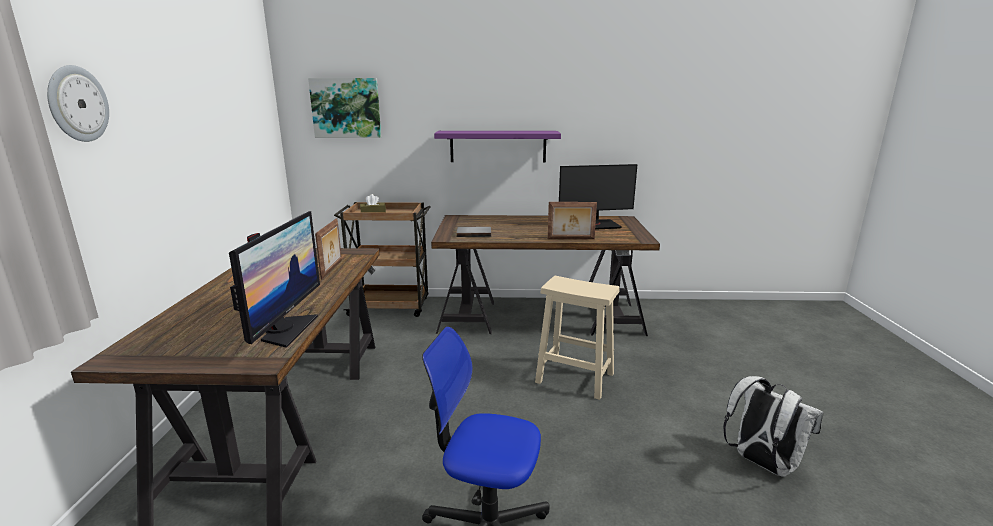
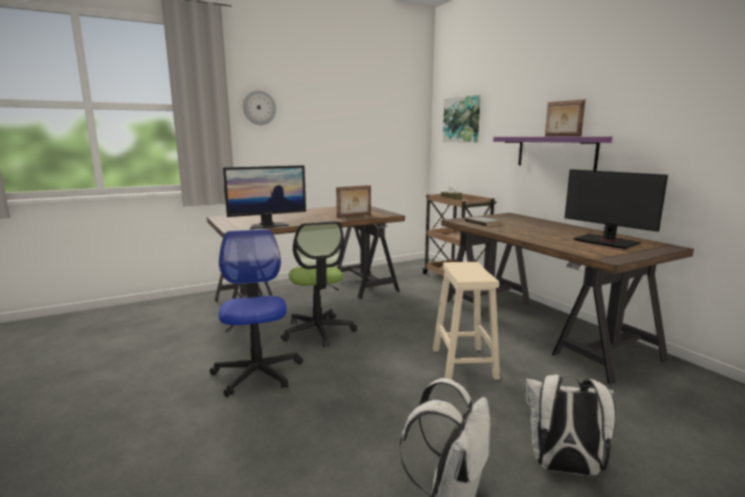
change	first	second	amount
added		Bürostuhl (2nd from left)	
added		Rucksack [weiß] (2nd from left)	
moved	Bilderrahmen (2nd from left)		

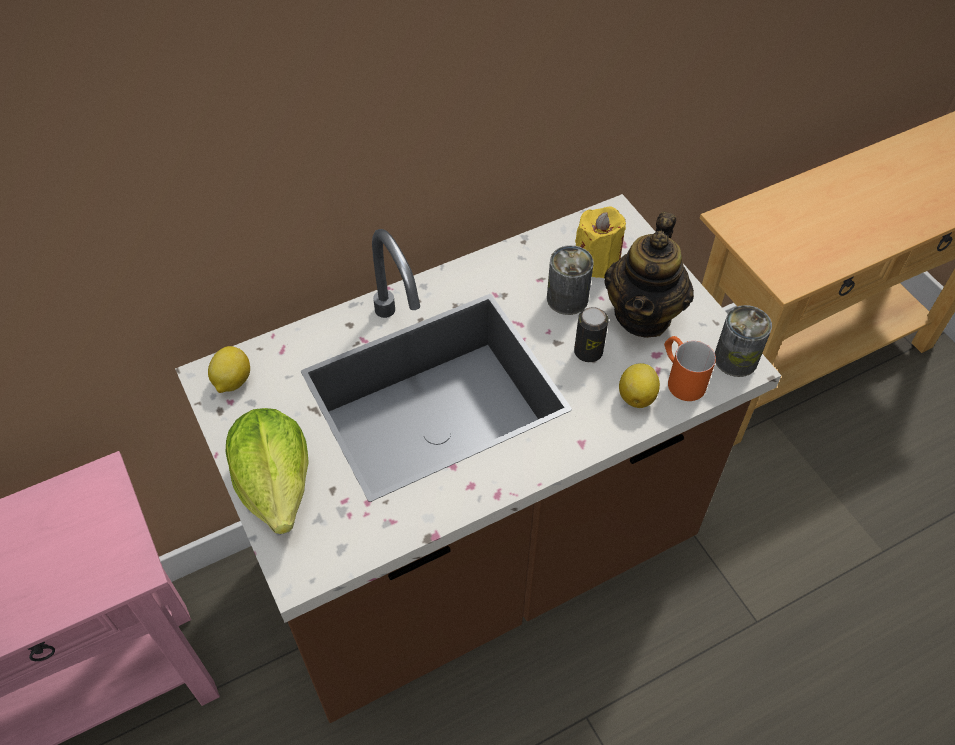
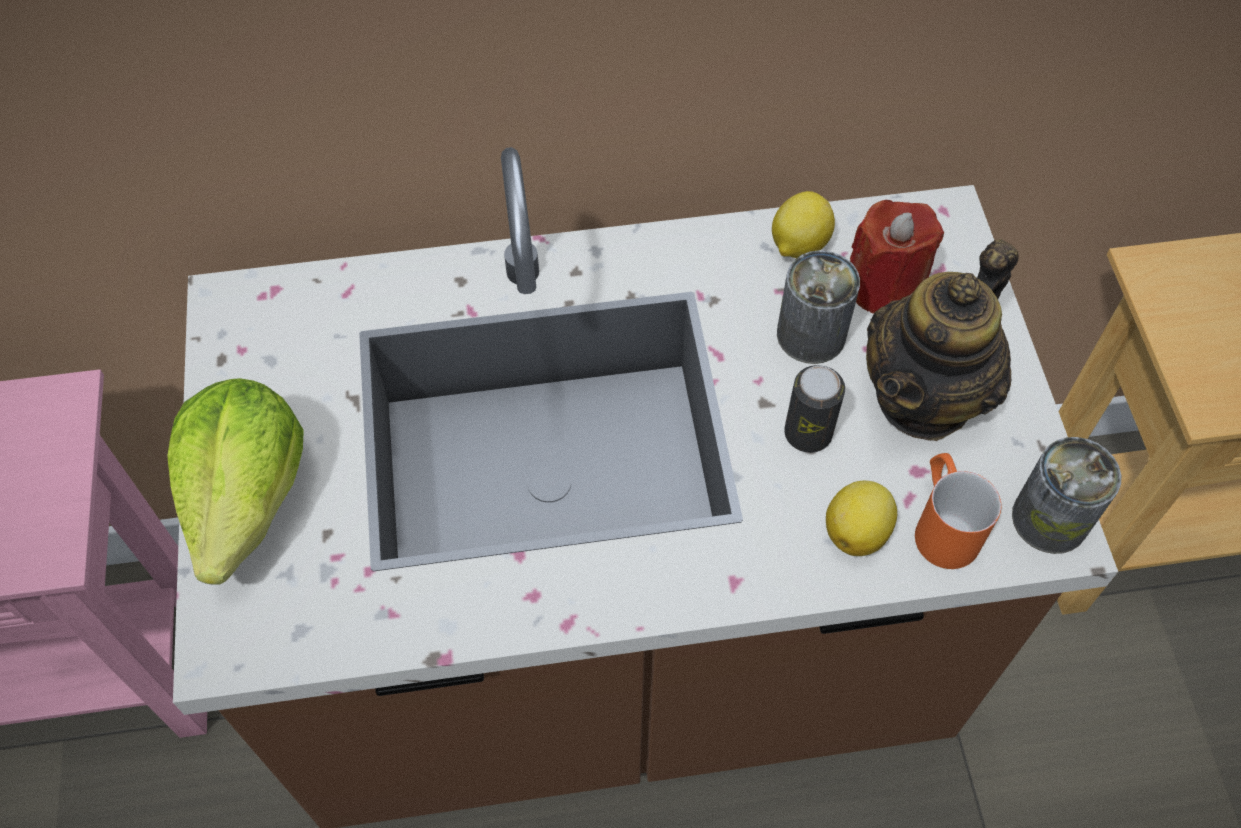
change	first	second	amount
moved	Zitrone (1st from left)		
recoloured	Kerze [gelb]	Kerze [rot]	

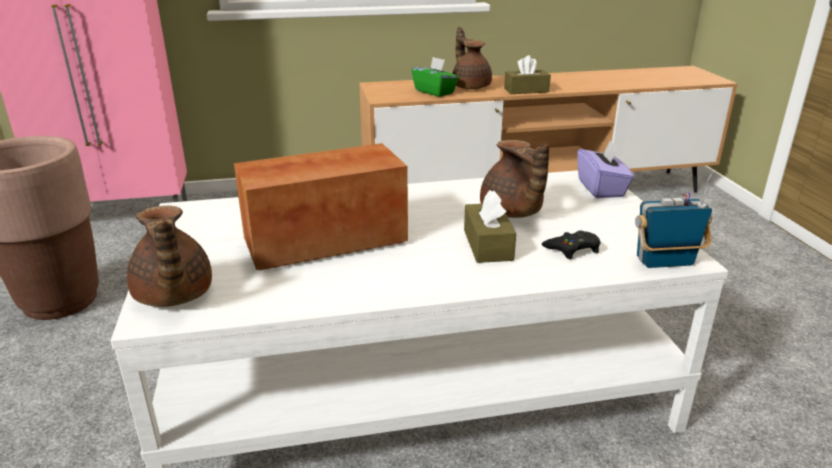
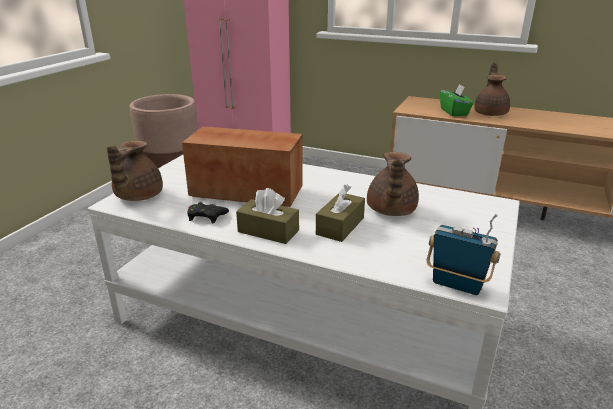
change	first	second	amount
moved	Gamepad [schwarz]		
moved	Taschentuchbox [braun] (2nd from left in the first image)	Taschentuchbox [braun] (1st from left)	
removed	Taschentuchbox [lila]		

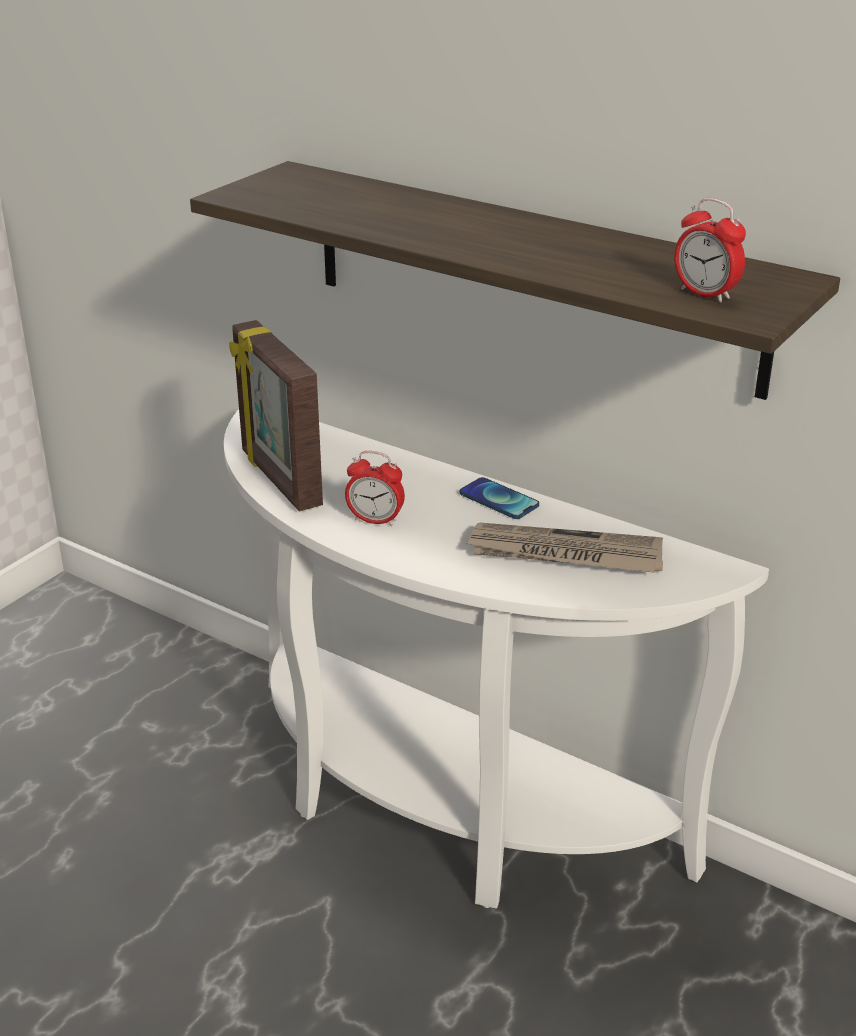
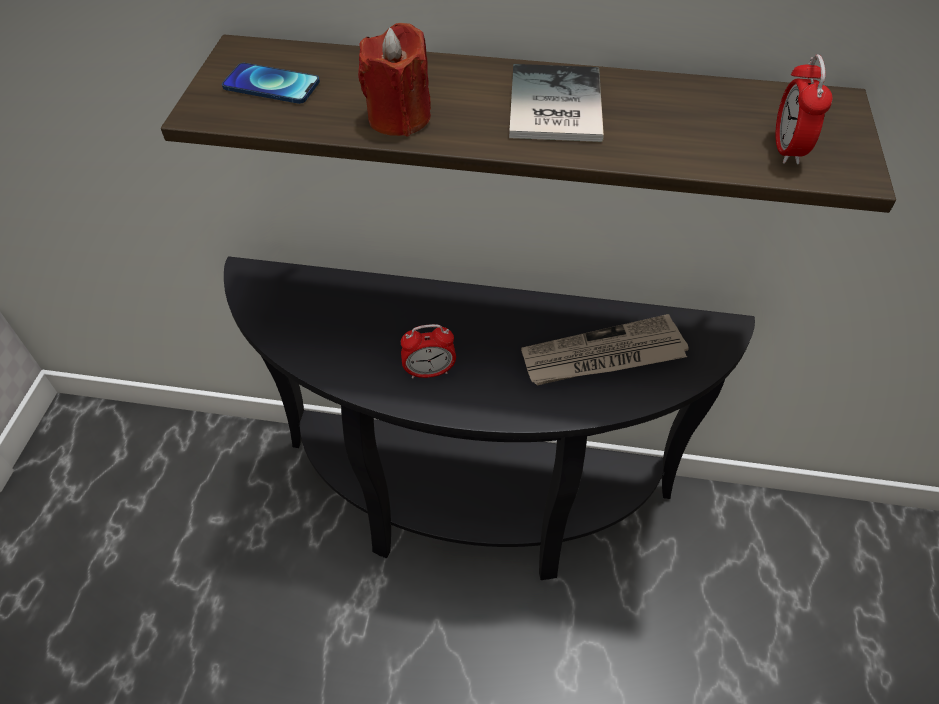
change	first	second	amount
moved	Handy		
recoloured	Konsolentisch [weiß]	Konsolentisch [schwarz]	
added		Kerze [rot]	
added		Buch	
turned	Wecker (2nd from left)		75 degrees clockwise
removed	Bilderrahmen		

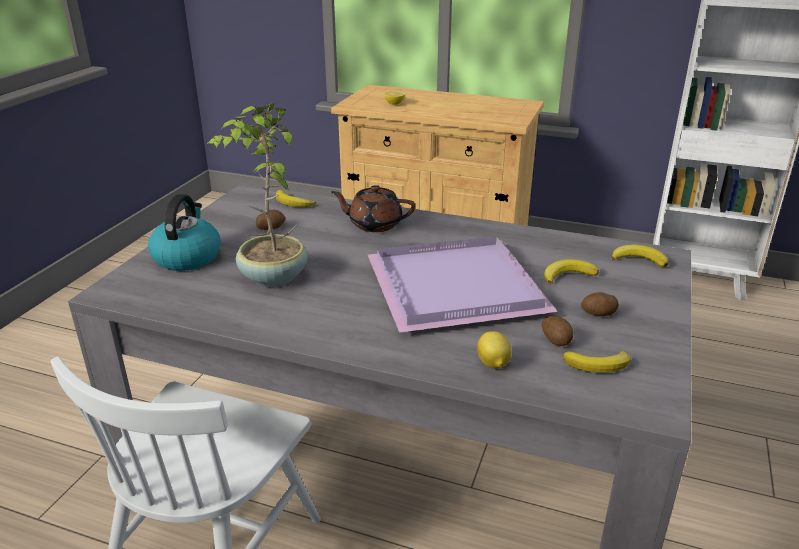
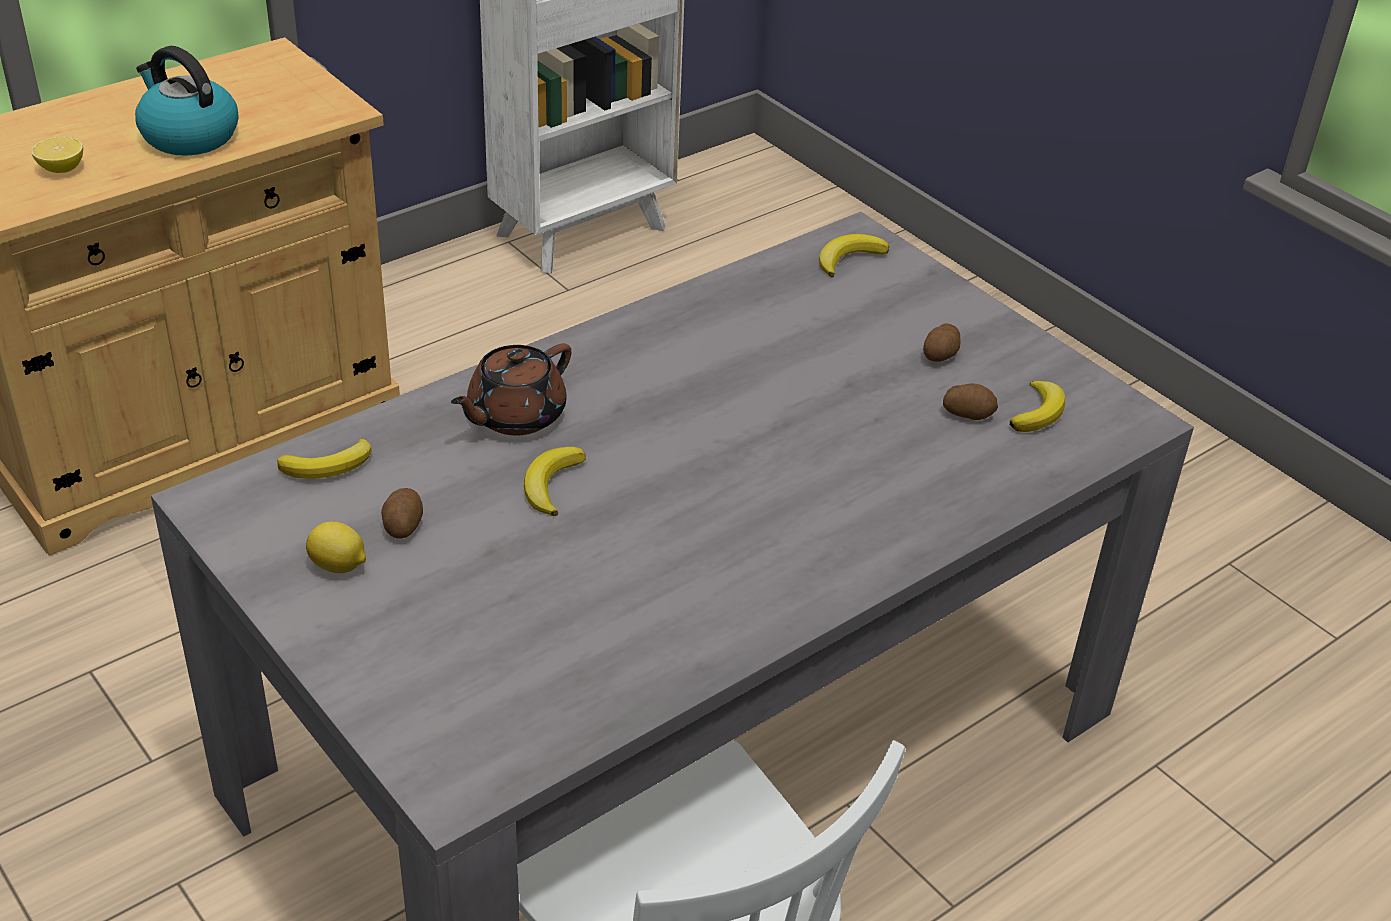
change	first	second	amount
moved	Wasserkessel		
moved	Zitrone (2nd from left)		
moved	Banane (2nd from left)		
removed	Topfpflanze		
removed	Tablett [lila]		

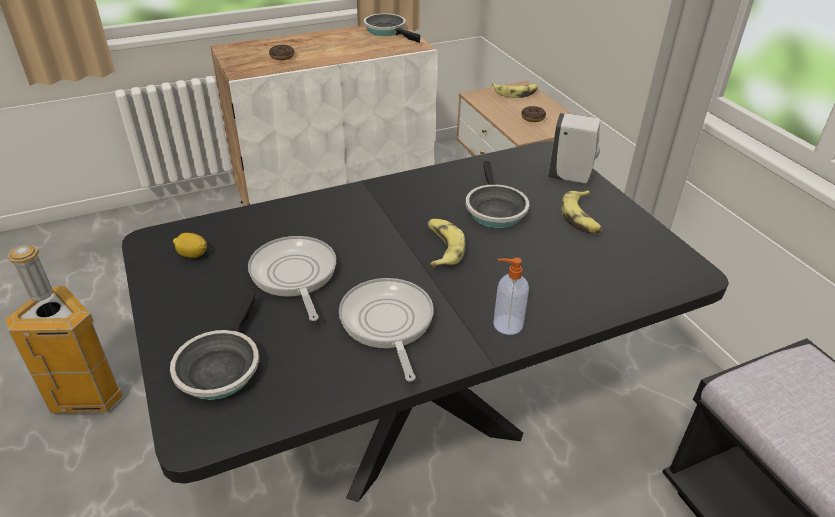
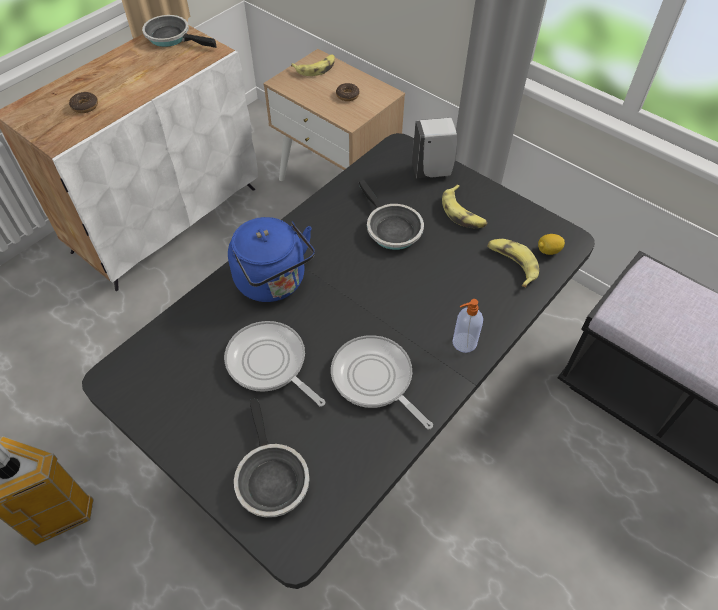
change	first	second	amount
added		Wasserkessel [blau]	
moved	Banane (1st from left in the first image)	Banane (3rd from left)	
moved	Zitrone		

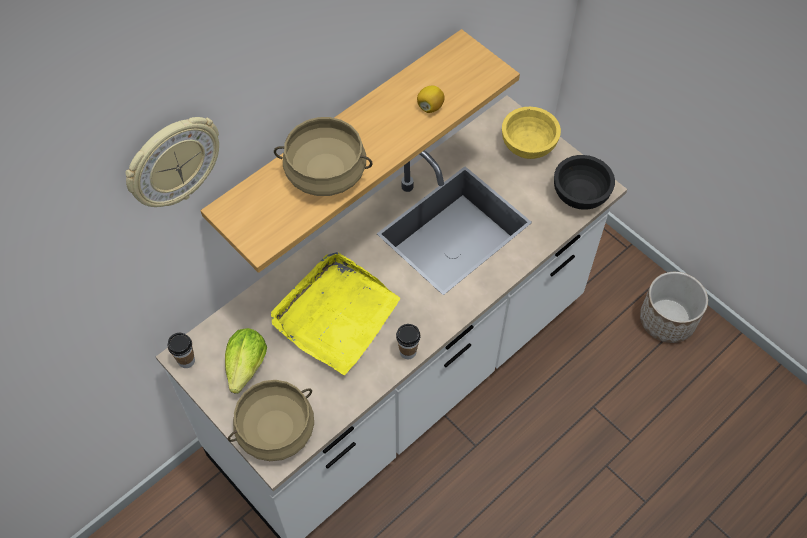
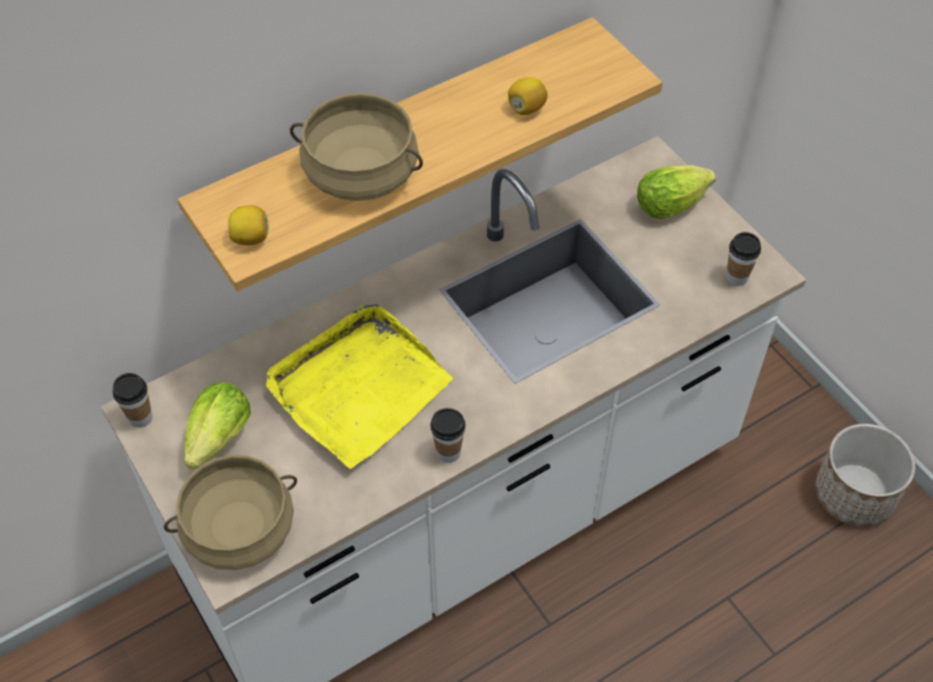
change	first	second	amount
added		Zitrone (1st from left)	
replaced	Schüssel [gelb]	Salatkopf (2nd from left)	
replaced	Schüssel [schwarz]	Tasse (3rd from left)	
removed	Wanduhr		

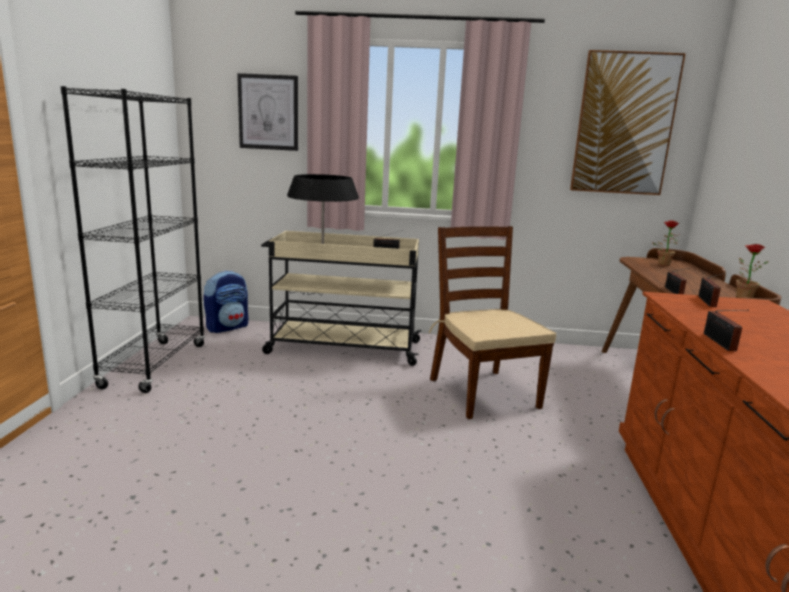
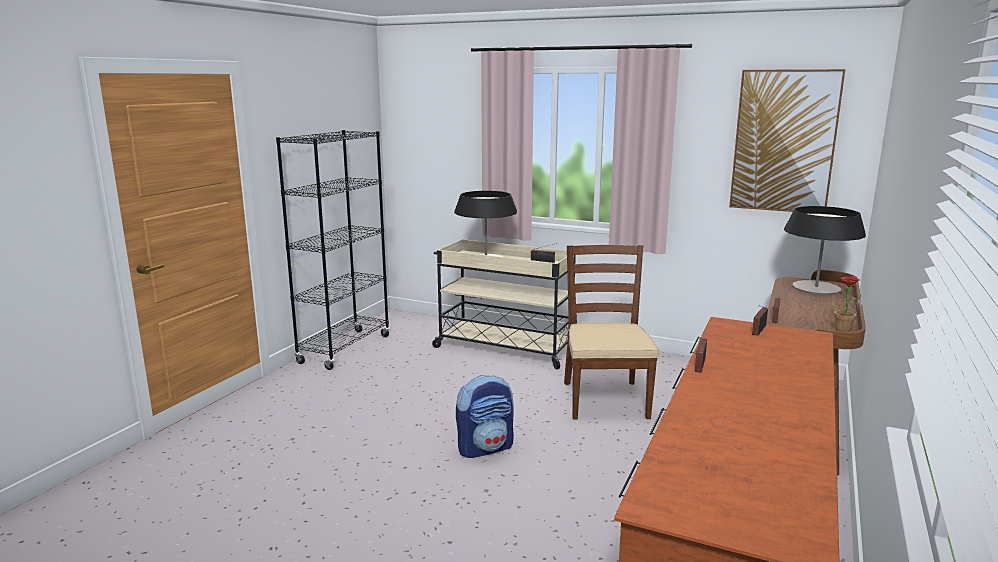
change	first	second	amount
moved	Rucksack		
replaced	Topfpflanze (1st from left)	Tischlampe (2nd from left)	
removed	Bild (1st from left)		

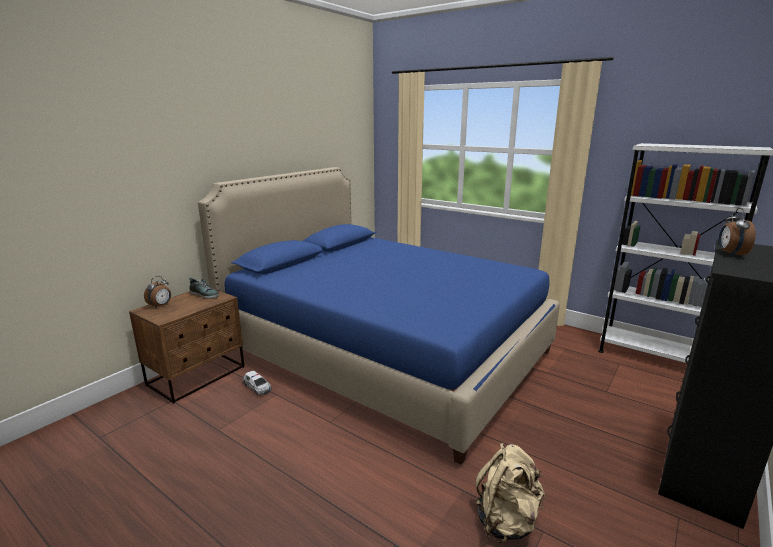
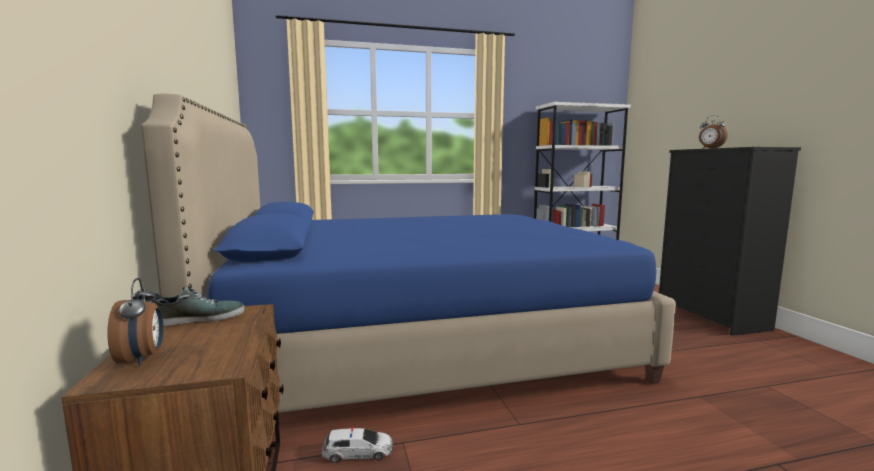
change	first	second	amount
removed	Rucksack [beige]		

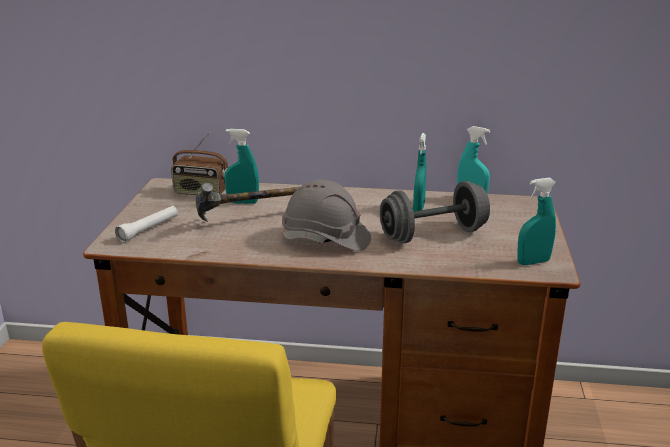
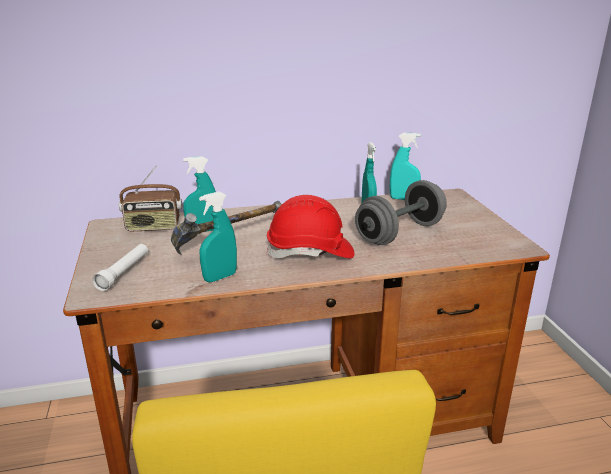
change	first	second	amount
moved	Sprühflasche [türkis] (4th from left in the first image)	Sprühflasche [türkis] (2nd from left)	
recoloured	Schutzhelm [grau]	Schutzhelm [rot]	

